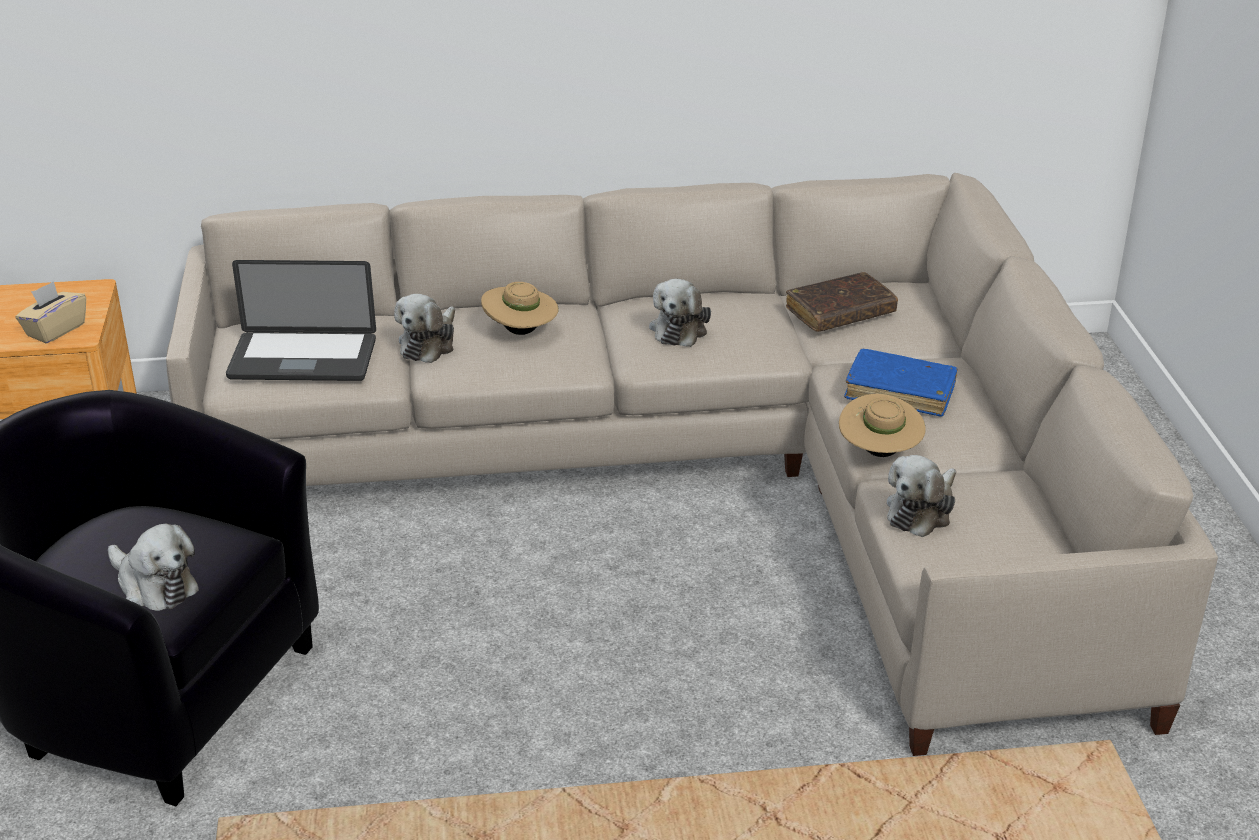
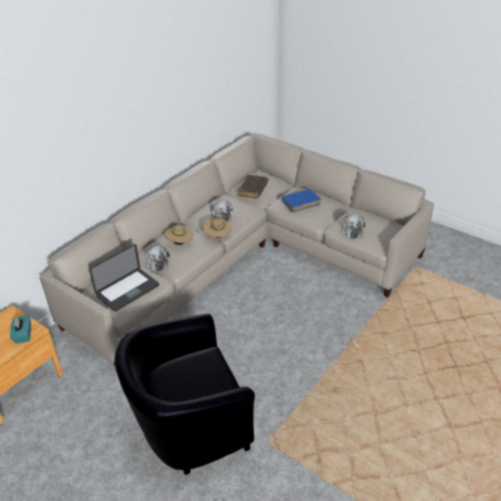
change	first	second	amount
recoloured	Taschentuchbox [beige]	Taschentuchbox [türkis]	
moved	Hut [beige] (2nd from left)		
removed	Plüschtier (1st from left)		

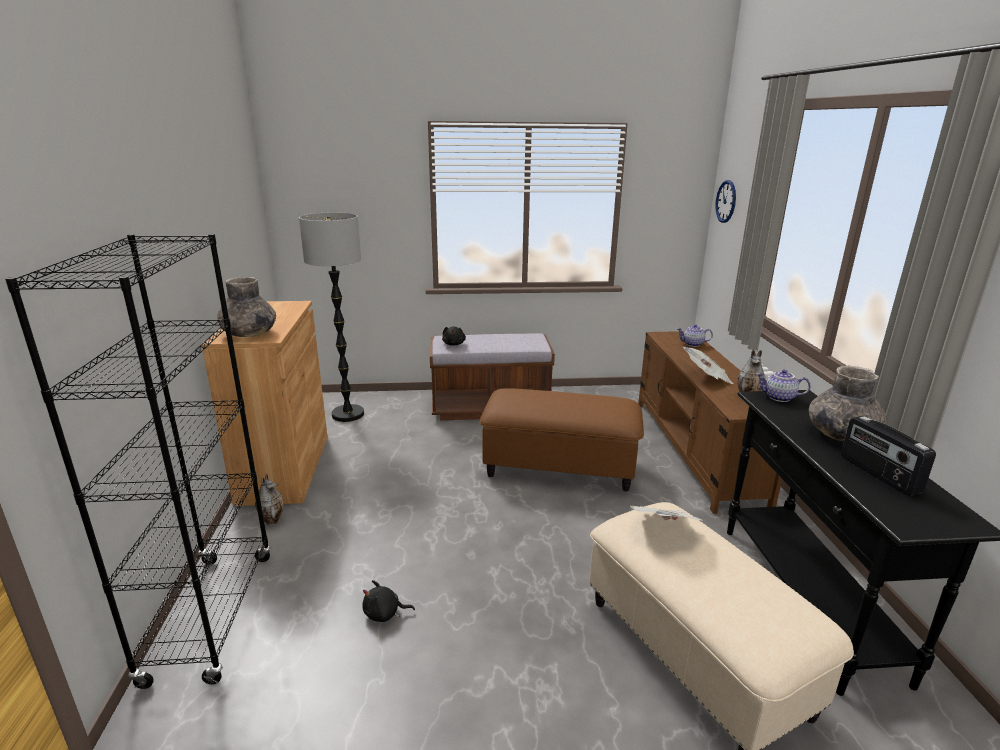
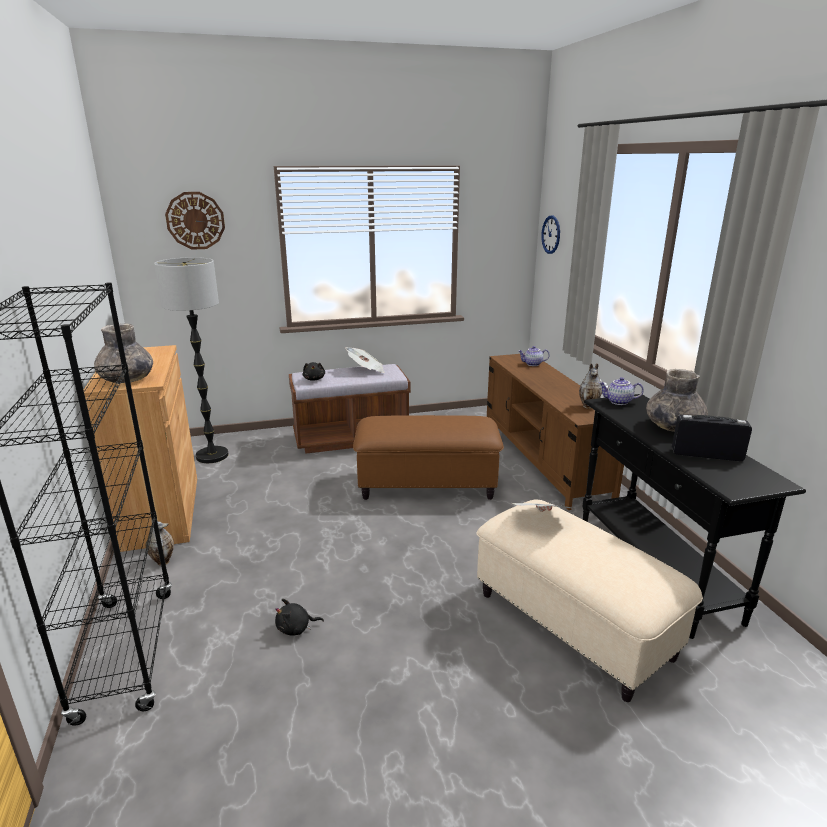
change	first	second	amount
added		Wanduhr (1st from left)	
moved	Zeitung (2nd from left in the first image)	Zeitung (1st from left)	
turned	Radio		135 degrees clockwise

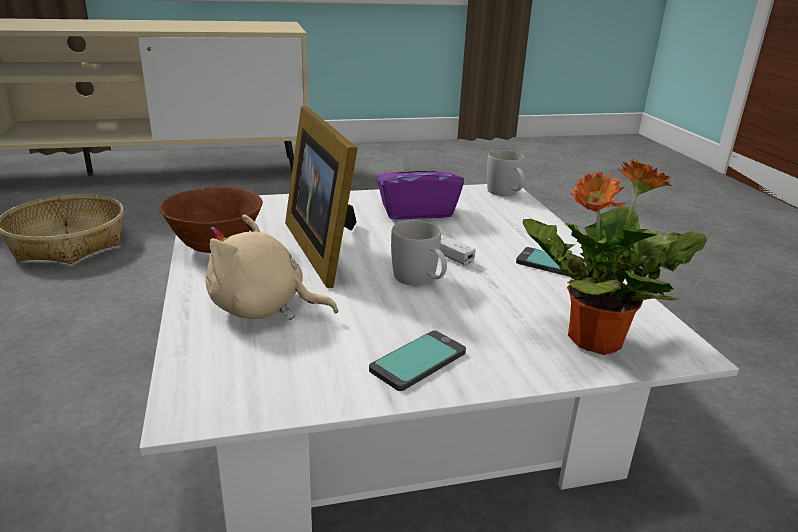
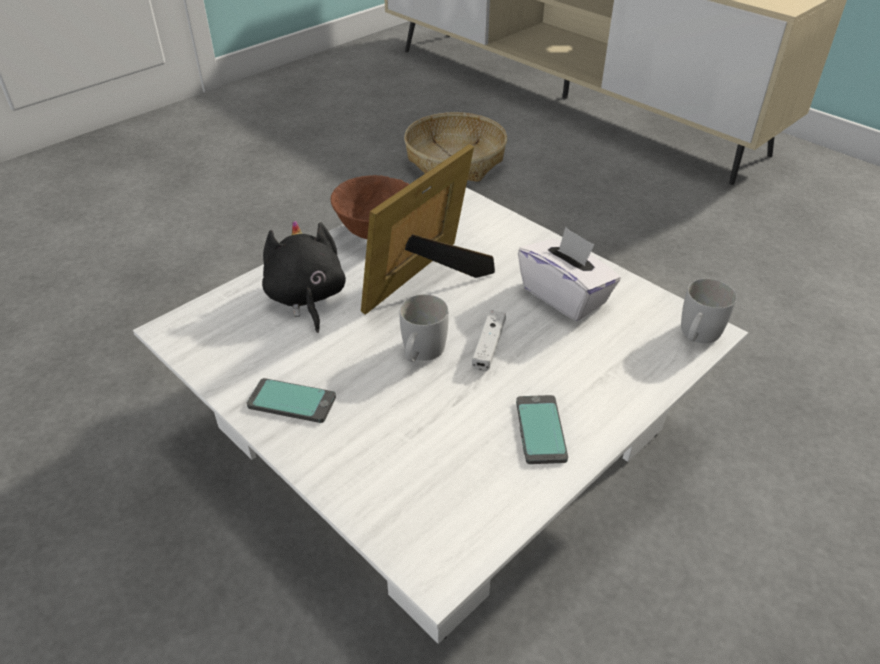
change	first	second	amount
recoloured	Plüschtier [beige]	Plüschtier [schwarz]	
recoloured	Taschentuchbox [lila]	Taschentuchbox [weiß]	
removed	Topfpflanze		

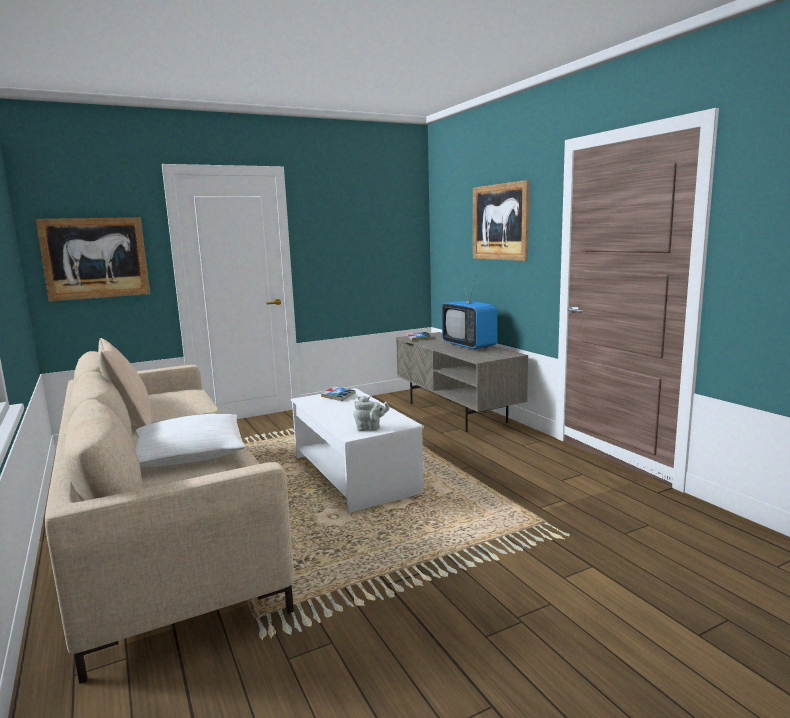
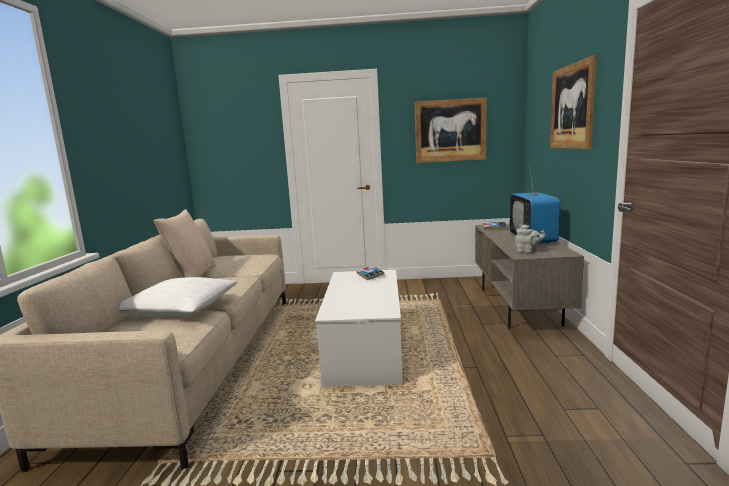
change	first	second	amount
moved	Bild (1st from left)		
moved	Teekanne [grau]		

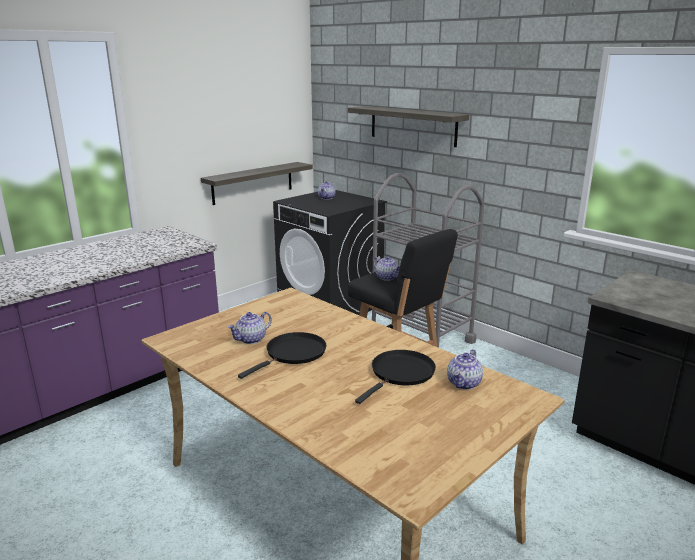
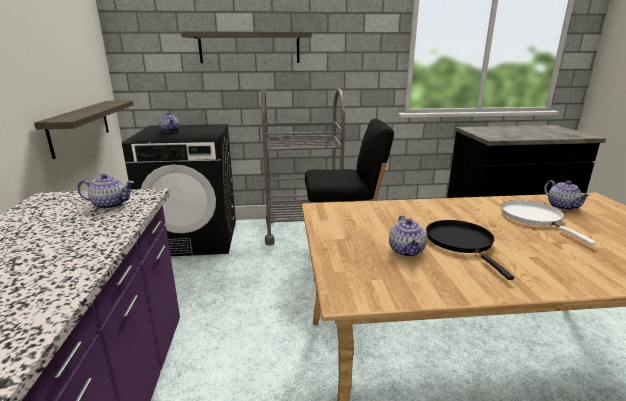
change	first	second	amount
moved	Teekanne (3rd from left in the first image)	Teekanne (1st from left)	
recoloured	Pfanne [schwarz] (2nd from left)	Pfanne [weiß]	

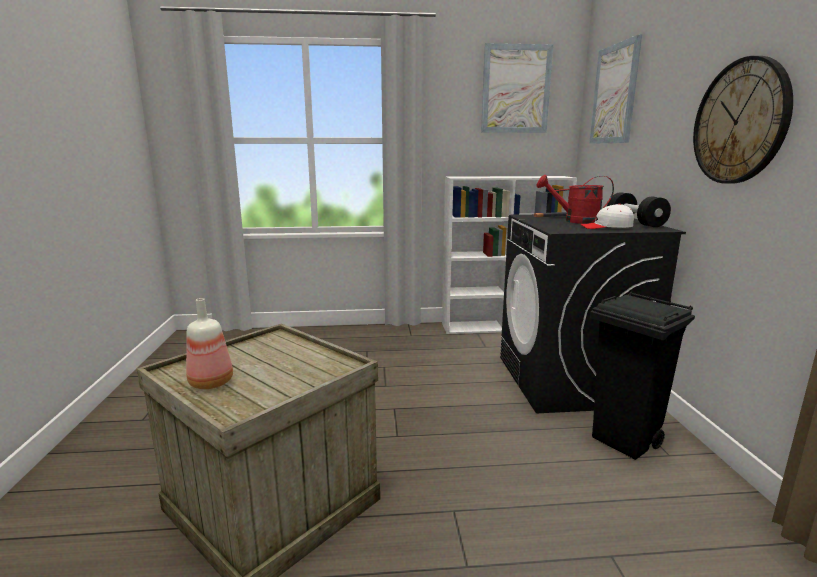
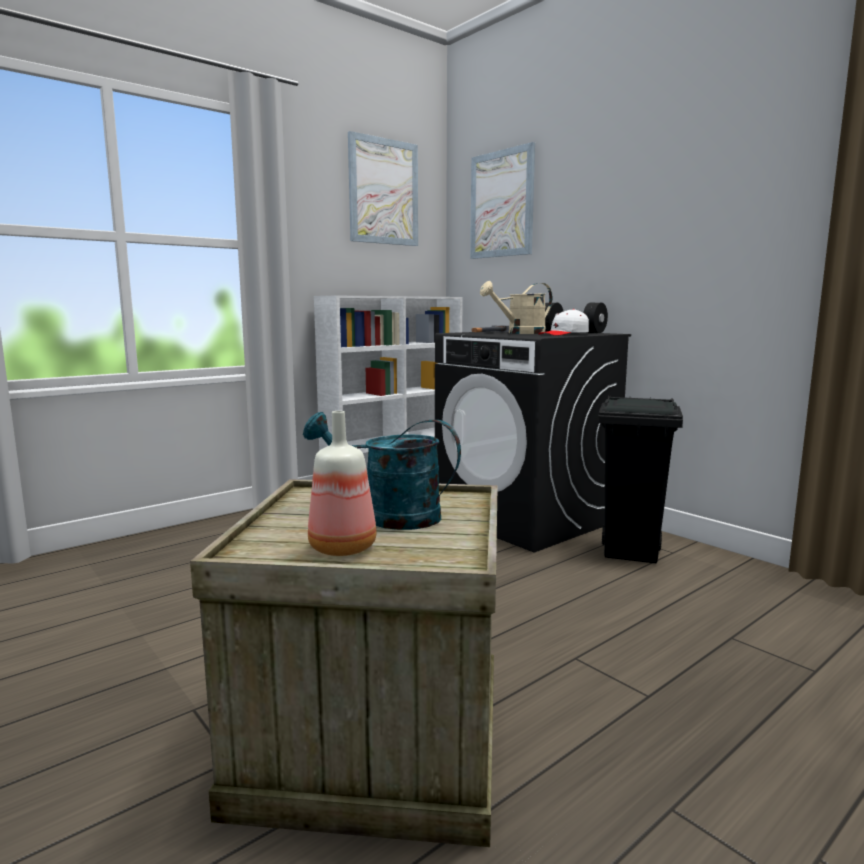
change	first	second	amount
added		Gießkanne [türkis]	
recoloured	Gießkanne [rot]	Gießkanne [beige]	
removed	Wanduhr		

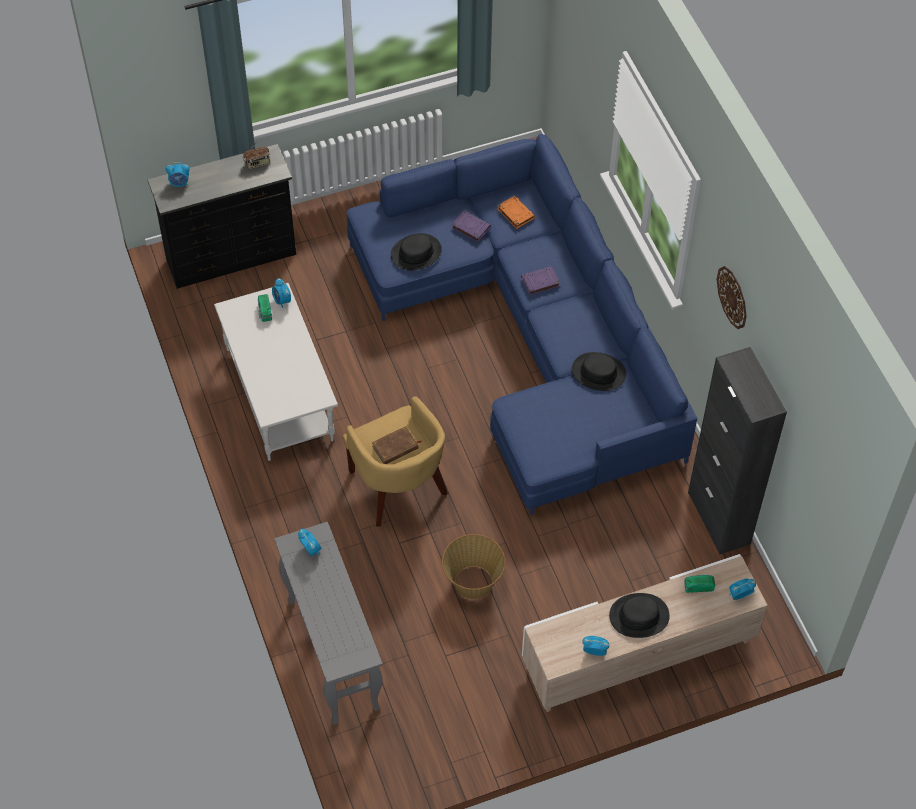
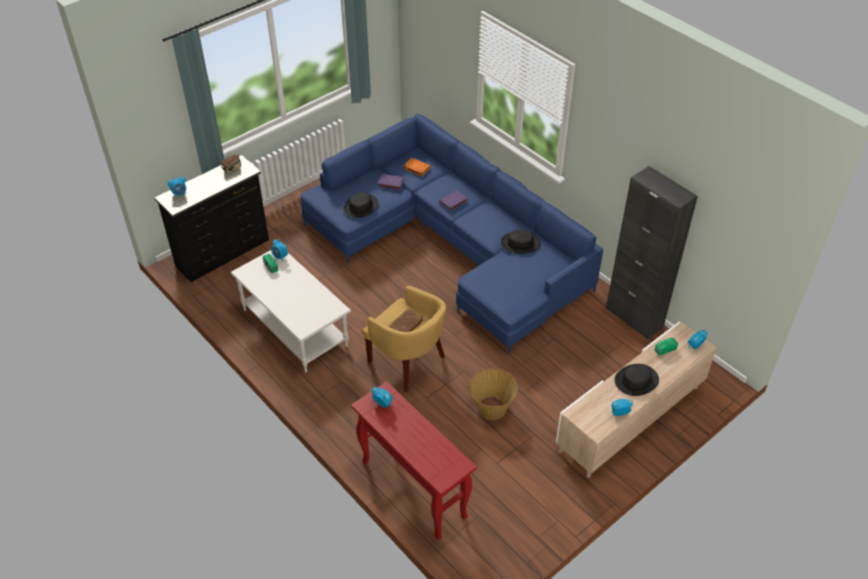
change	first	second	amount
recoloured	Konsolentisch [grau]	Konsolentisch [rot]	
removed	Wanduhr		

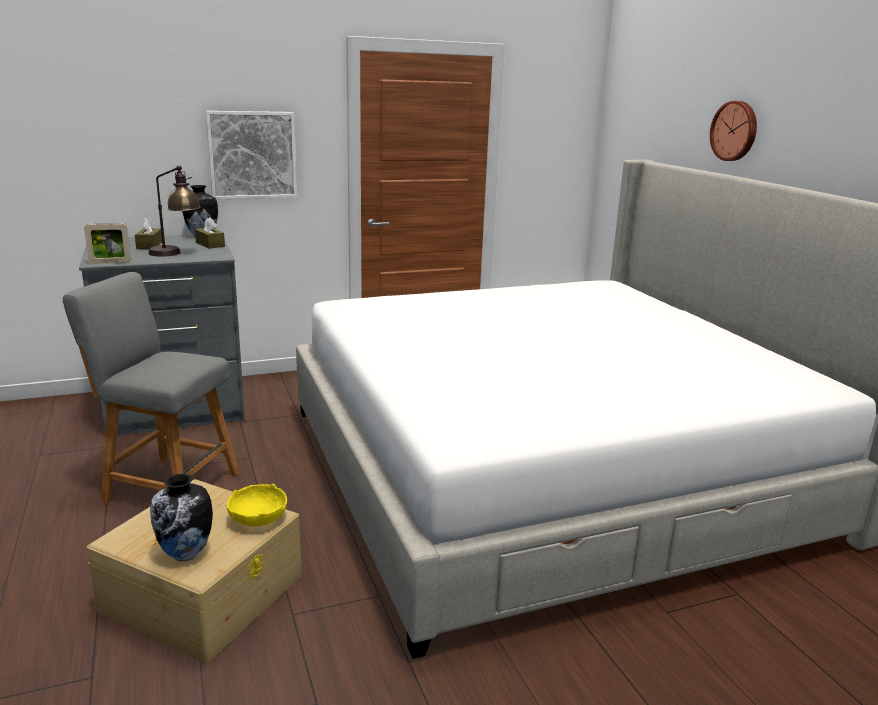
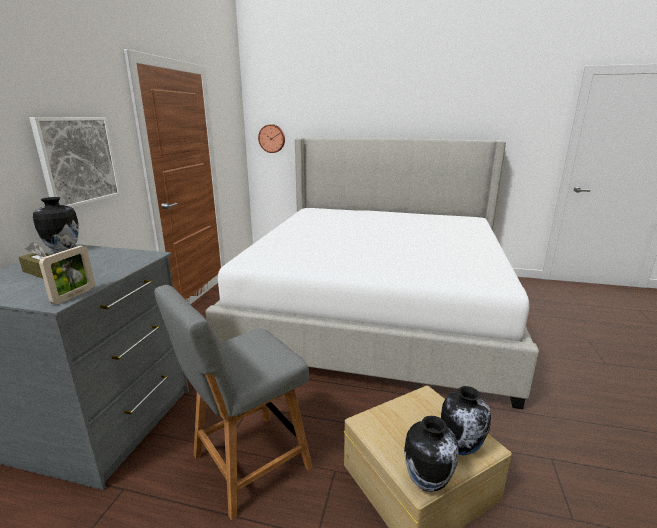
change	first	second	amount
moved	Wanduhr		
added		Vase (2nd from left)	
removed	Tischlampe		
removed	Taschentuchbox [braun] (2nd from left)		
removed	Schüssel [gelb]		

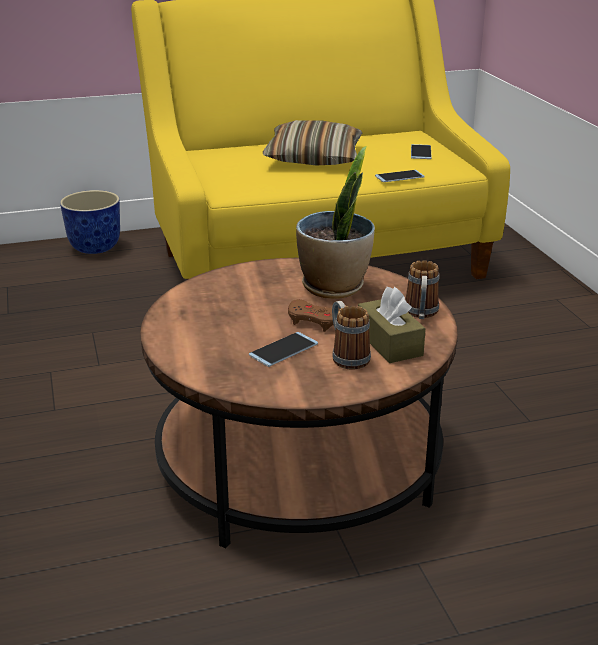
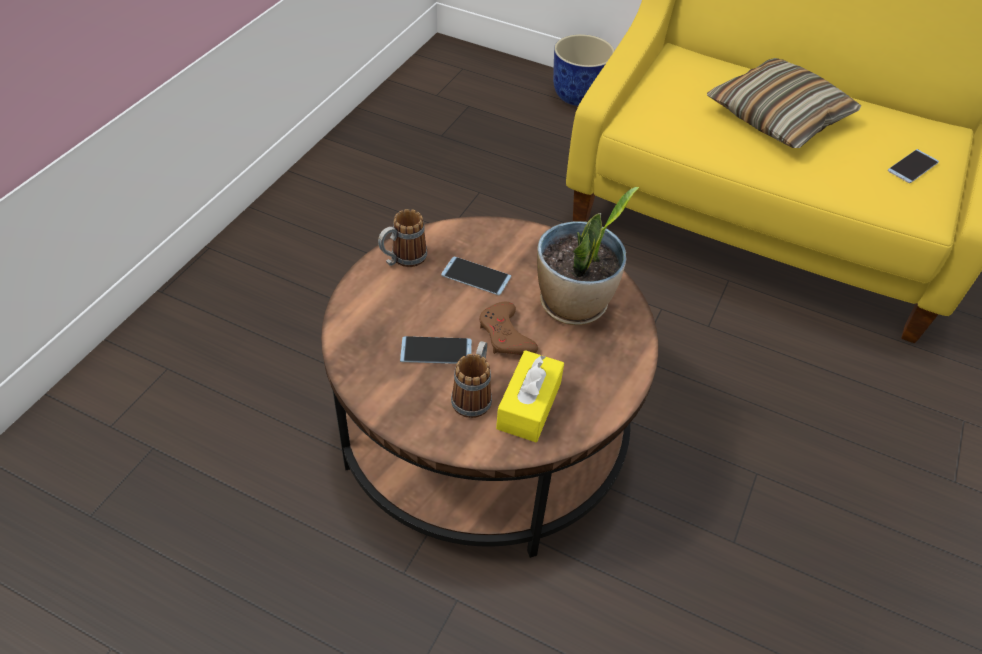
change	first	second	amount
moved	Henkelbecher (2nd from left in the first image)	Henkelbecher (1st from left)	
moved	Handy (2nd from left)		
recoloured	Taschentuchbox [braun]	Taschentuchbox [gelb]	

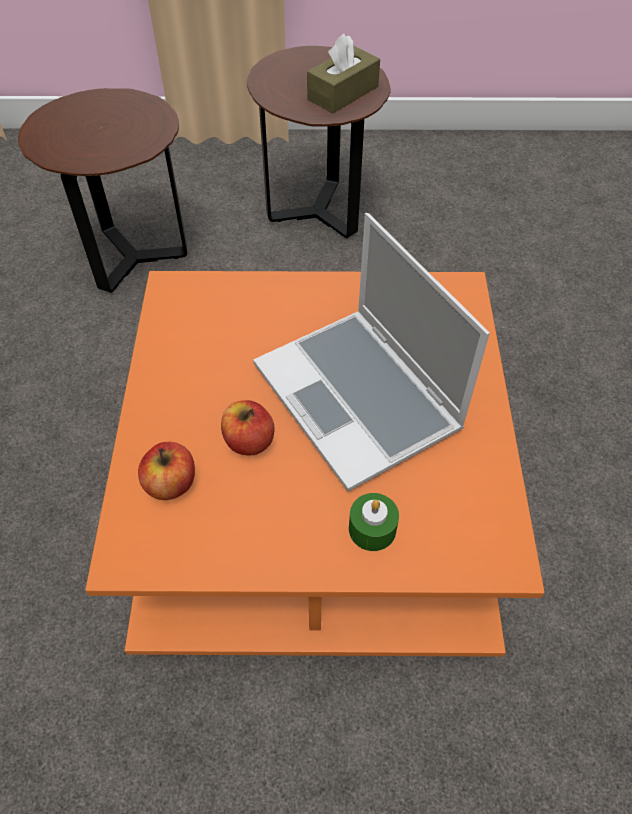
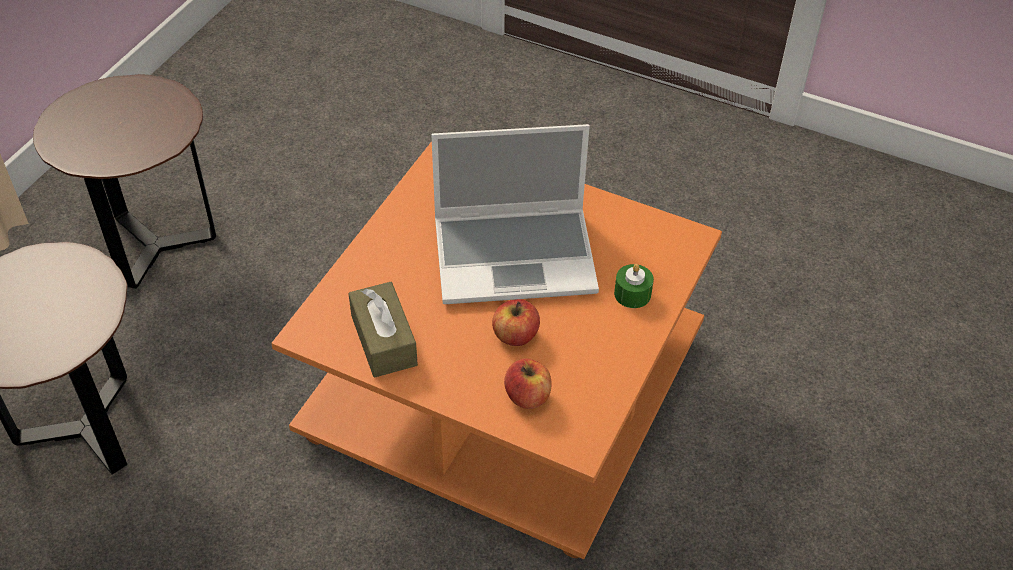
change	first	second	amount
moved	Taschentuchbox [braun]		

